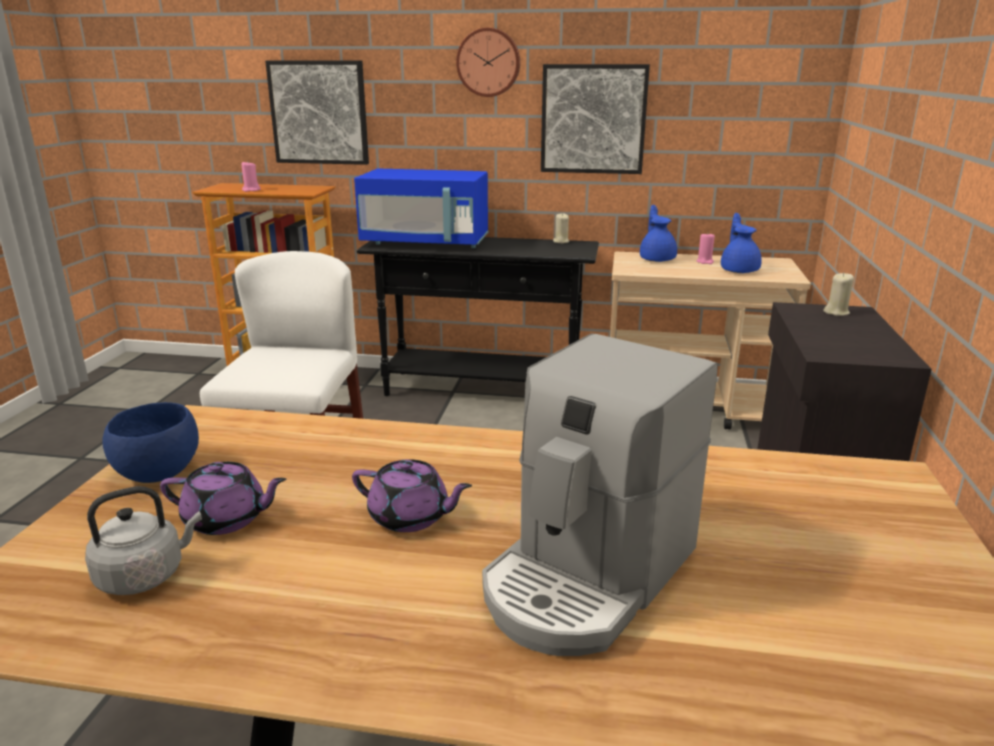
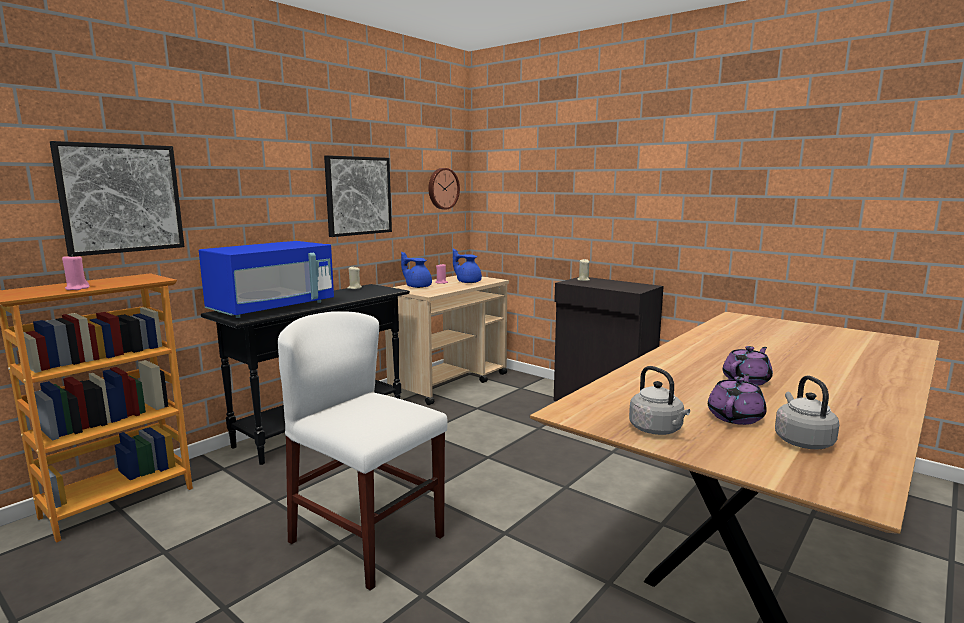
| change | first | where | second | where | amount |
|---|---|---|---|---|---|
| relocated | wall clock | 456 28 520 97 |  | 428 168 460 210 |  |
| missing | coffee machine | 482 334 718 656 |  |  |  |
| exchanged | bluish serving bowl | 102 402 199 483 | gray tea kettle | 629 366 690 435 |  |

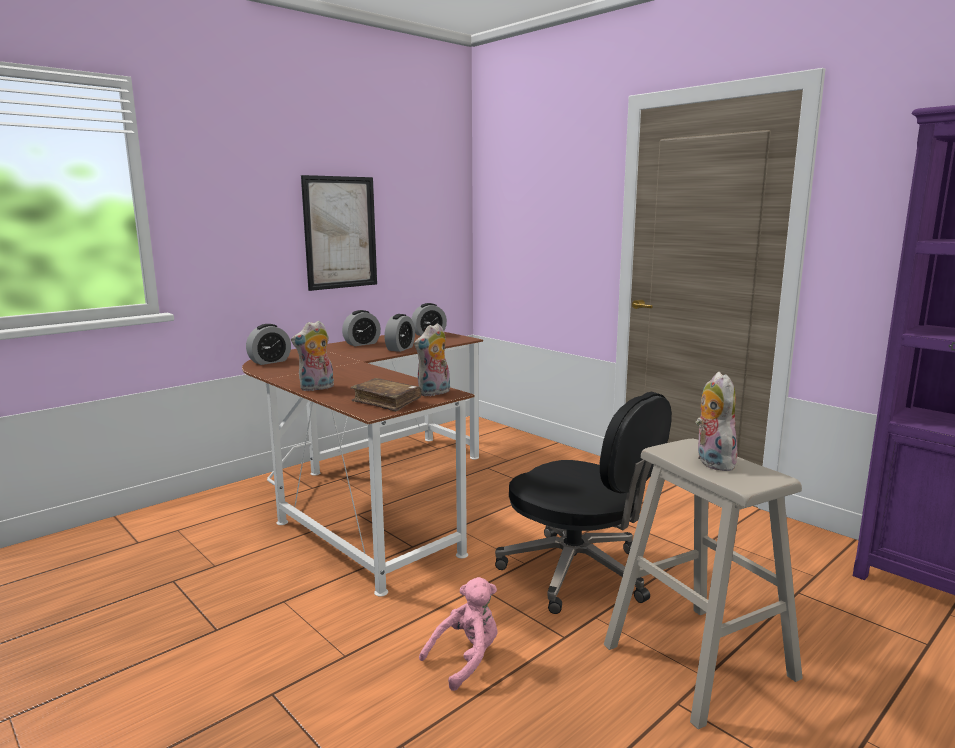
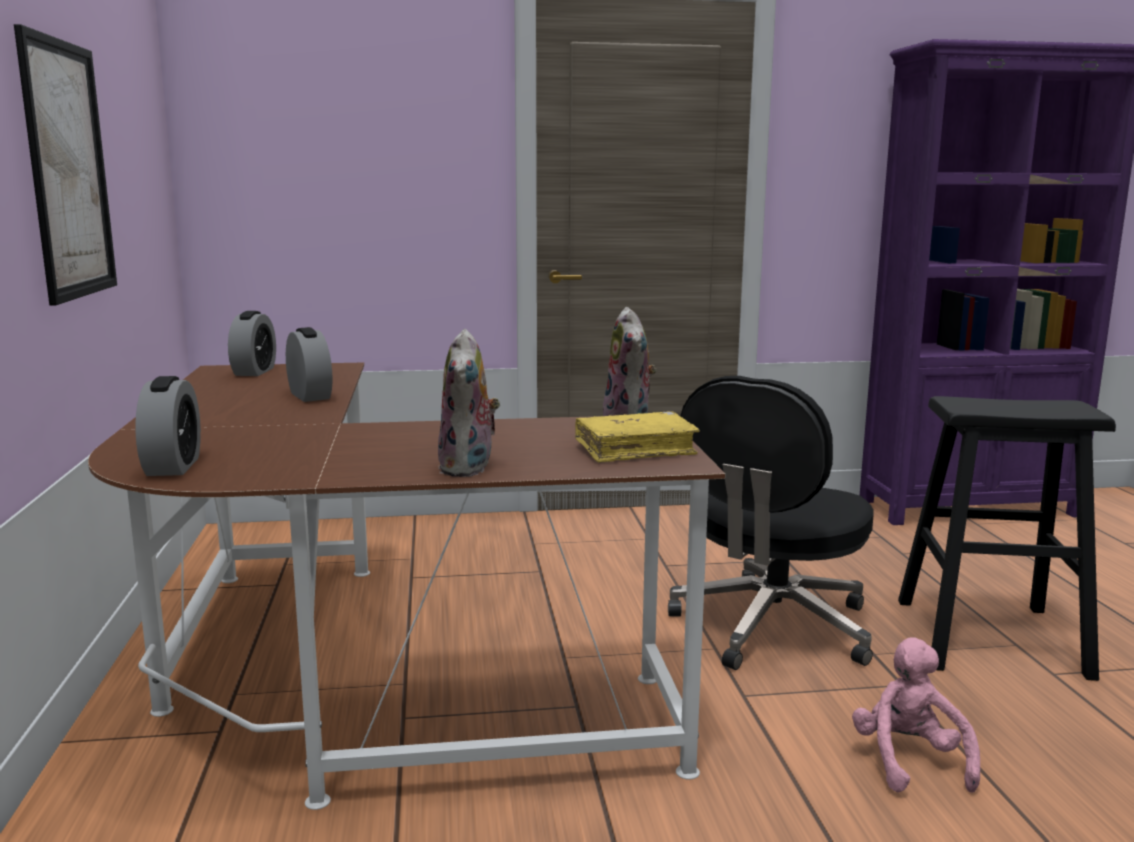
| change | first | where | second | where | amount |
|---|---|---|---|---|---|
| missing | bedside clock | 342 310 381 346 |  |  |  |
| missing | cuddly toy | 695 372 738 471 |  |  |  |
| colour | brown-coloured volume | 351 378 422 412 | yellow volume | 575 411 700 463 |  |
| spun | black computer chair | 495 392 672 614 |  | 668 376 874 670 | 135 degrees clockwise |
| colour | beige stool seat | 604 439 803 729 | black stool seat | 898 396 1116 681 |  |

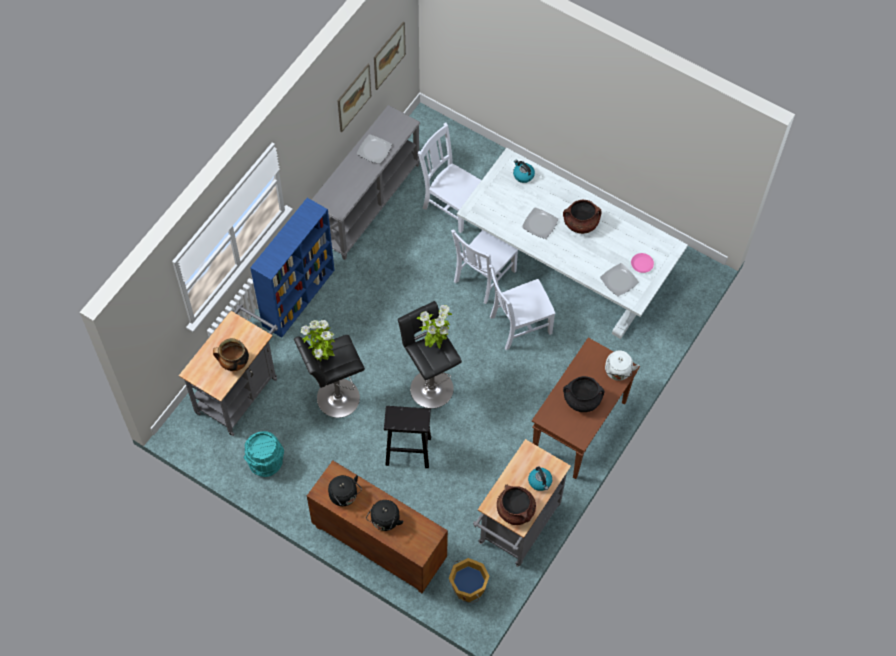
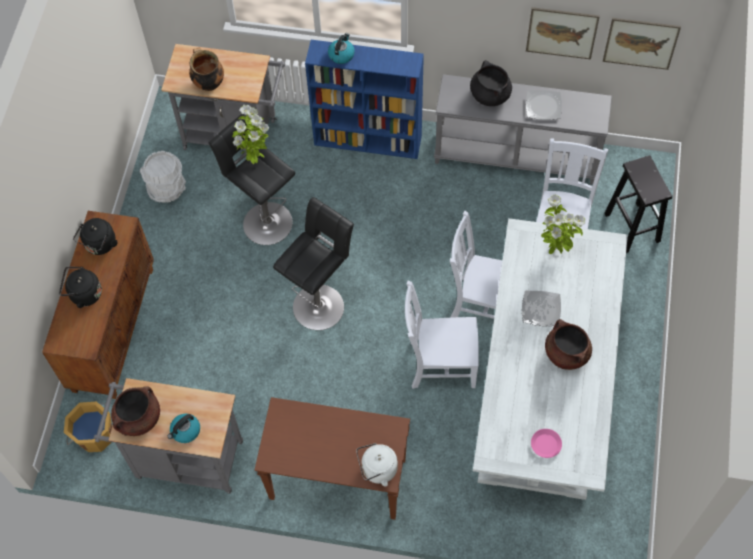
| change | first | where | second | where | amount |
|---|---|---|---|---|---|
| relocated | tea kettle | 513 160 535 183 |  | 328 33 355 64 |  |
| missing | flat dish | 600 263 639 296 |  |  |  |
| spun | whitish chair | 489 265 555 350 |  | 405 281 479 389 | 45 degrees counterclockwise |
| relocated | houseplant | 416 305 452 349 |  | 541 195 586 254 |  |
| relocated | black cooking pot | 563 376 604 412 |  | 470 60 512 106 |  |
| relocated | black stool seat | 384 406 431 468 |  | 604 155 672 253 |  |
| colour | turquoise pail | 244 431 284 477 | whitish pail | 140 151 186 203 |  |

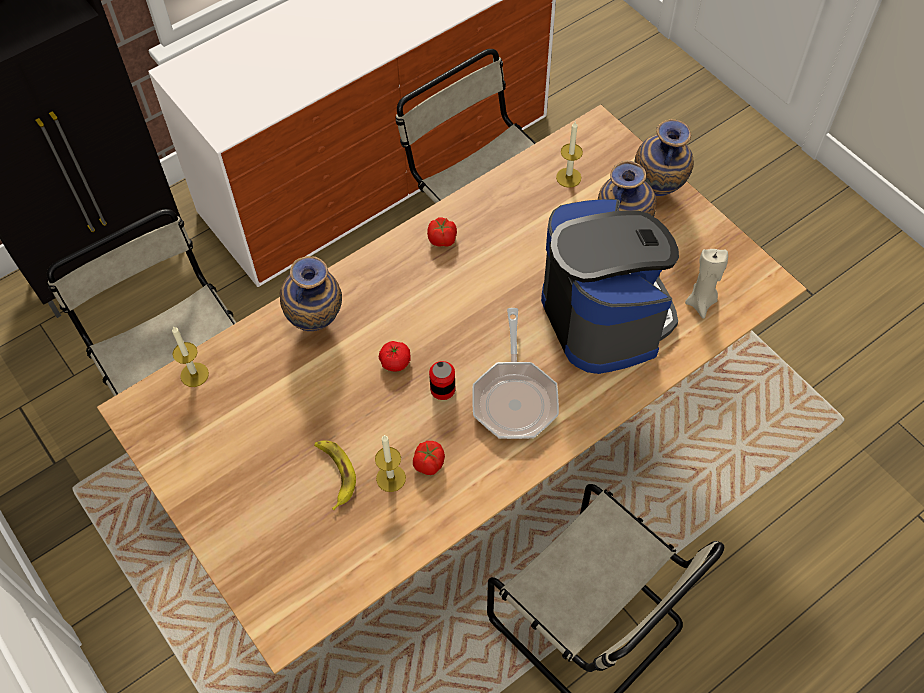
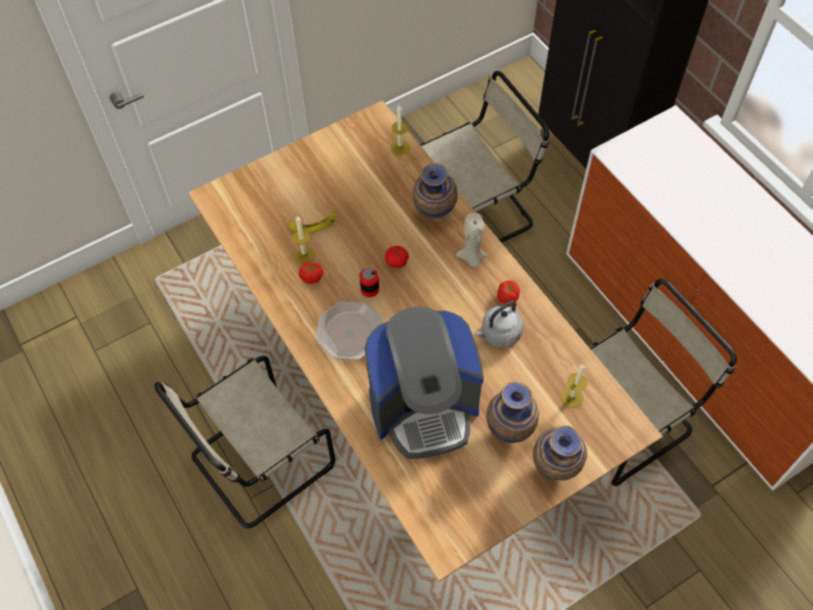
| change | first | where | second | where | amount |
|---|---|---|---|---|---|
| relocated | beige candle | 685 249 728 319 |  | 456 213 488 267 |  |
| appeared |  |  | gray tea kettle | 475 301 523 348 |  |

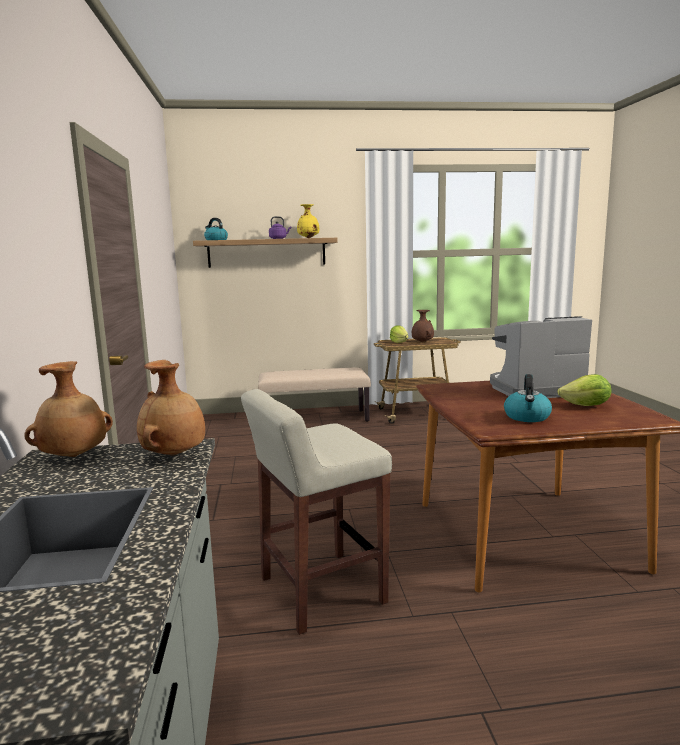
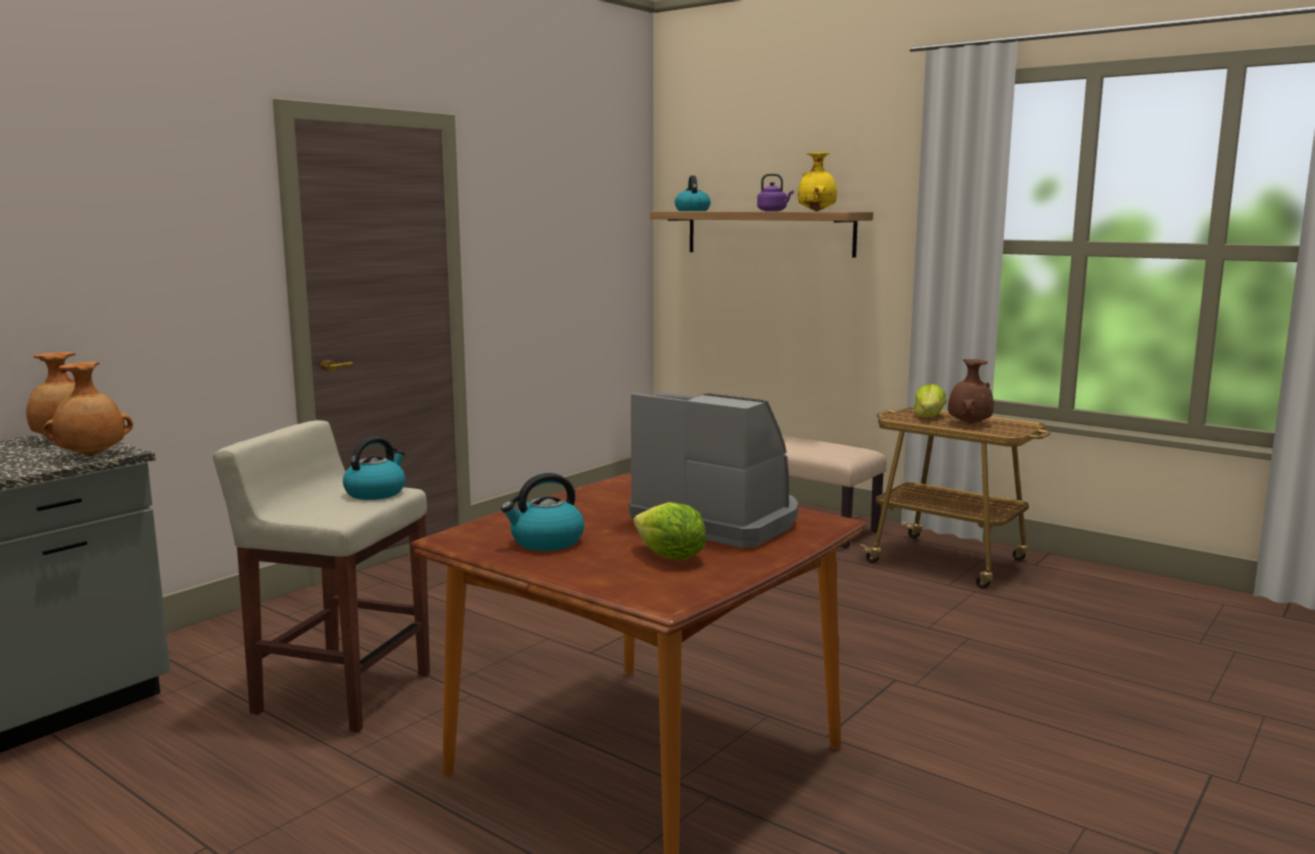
| change | first | where | second | where | amount |
|---|---|---|---|---|---|
| appeared |  |  | tea kettle | 343 437 405 500 |  |

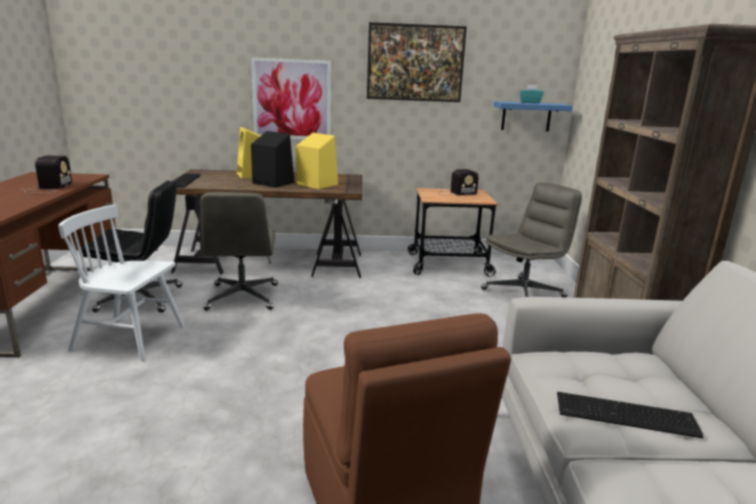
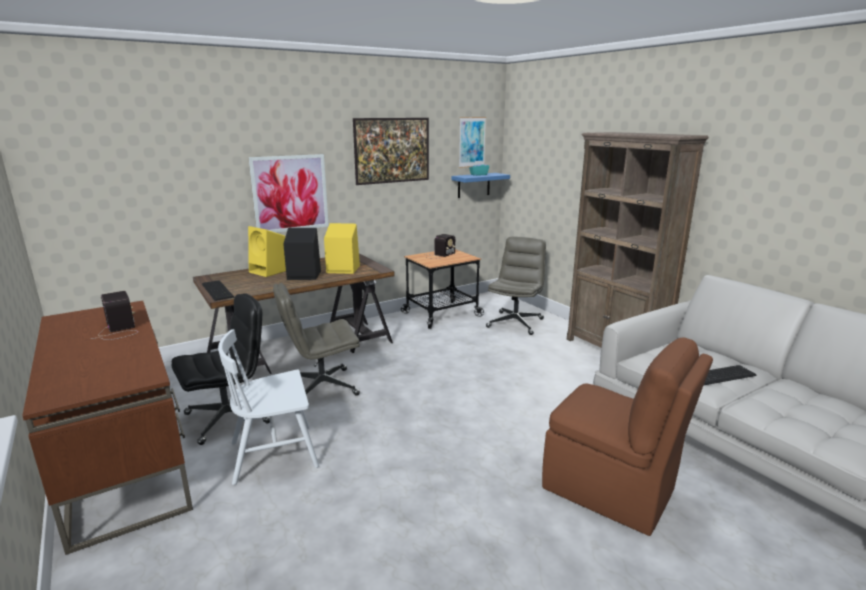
| change | first | where | second | where | amount |
|---|---|---|---|---|---|
| spun | gray computer chair | 200 192 278 311 |  | 273 283 360 396 | 105 degrees clockwise |
| appeared |  |  | picture | 459 117 486 168 |  |

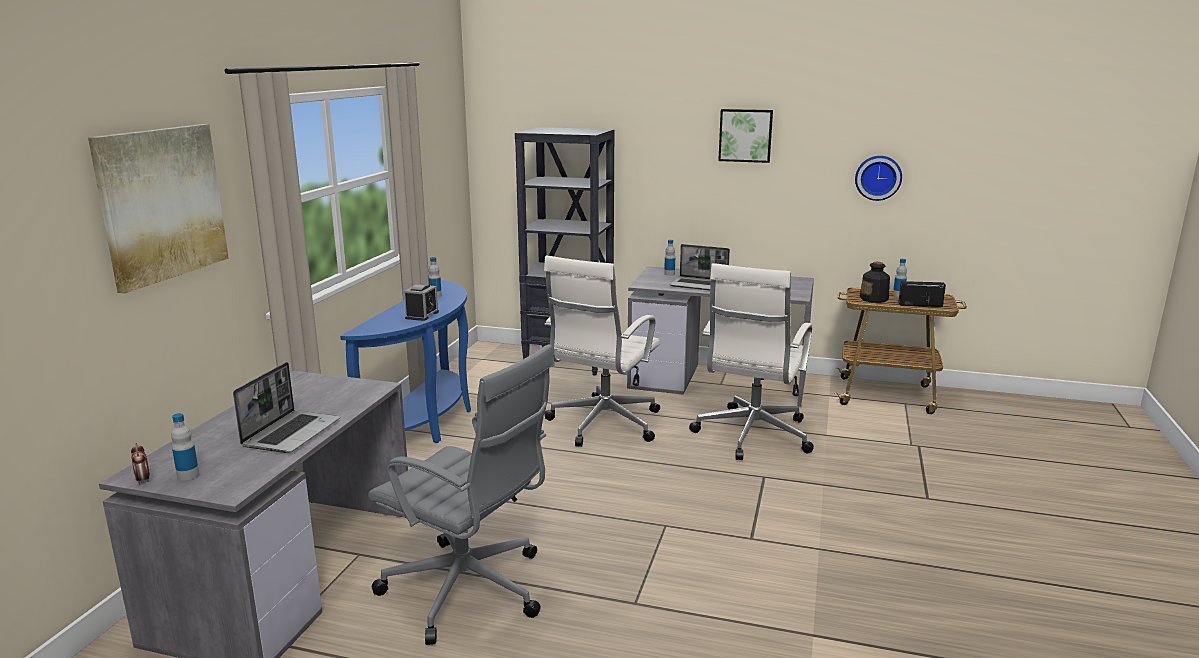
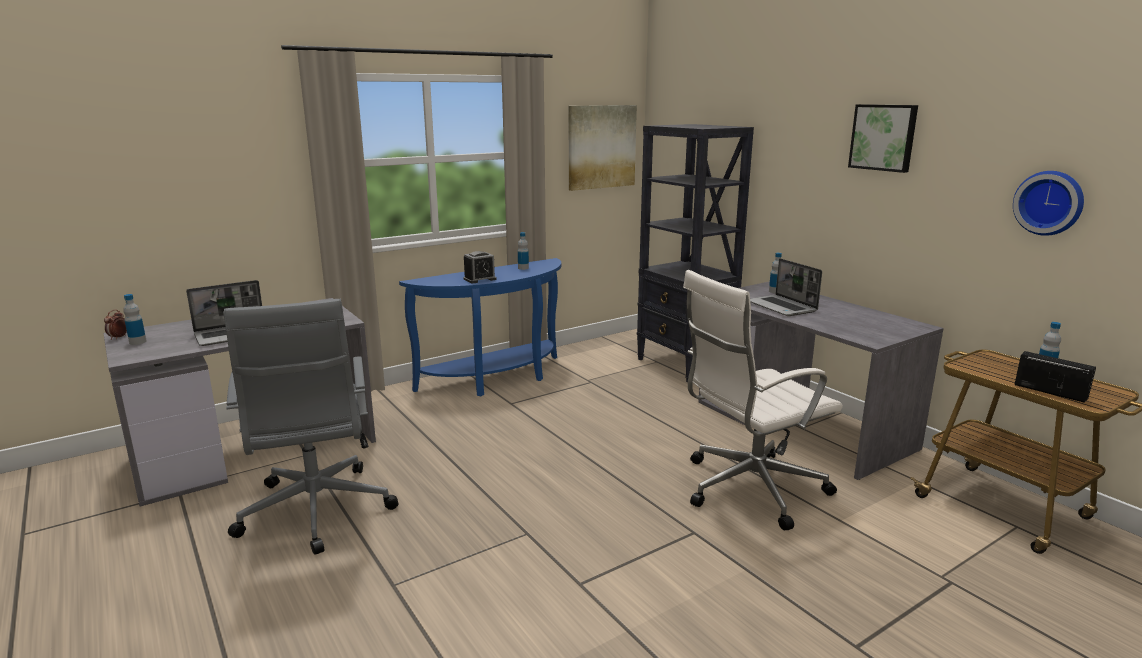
| change | first | where | second | where | amount |
|---|---|---|---|---|---|
| relocated | picture | 88 124 229 293 |  | 569 105 637 191 |  |
| missing | whitish computer chair | 544 256 660 447 |  |  |  |
| missing | beverage bottle | 860 262 890 303 |  |  |  |

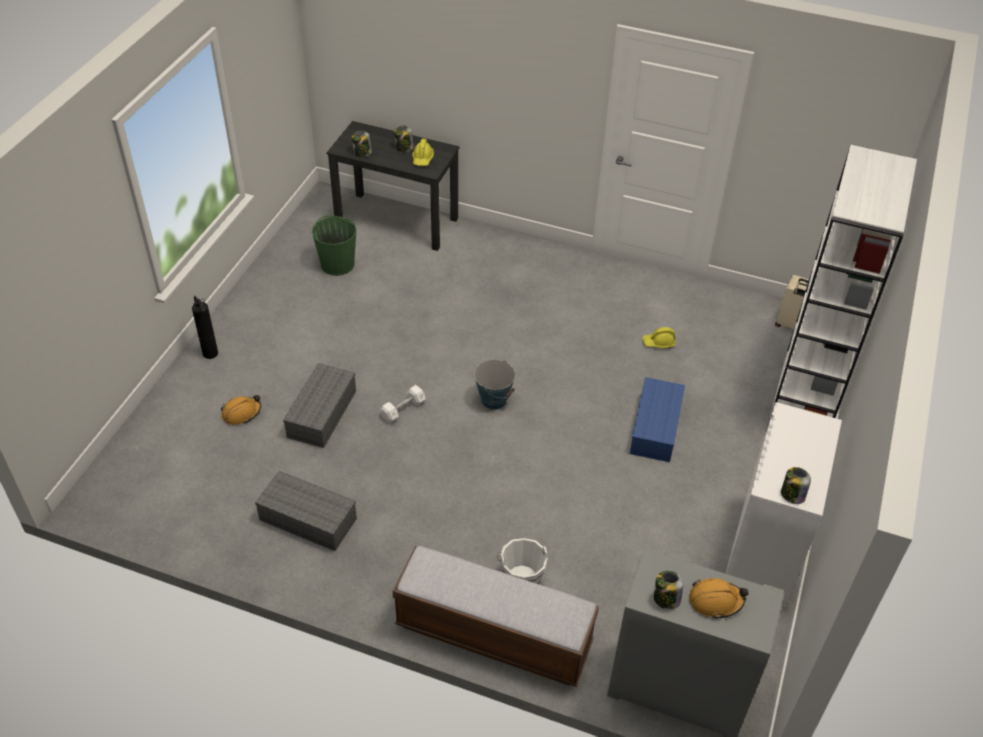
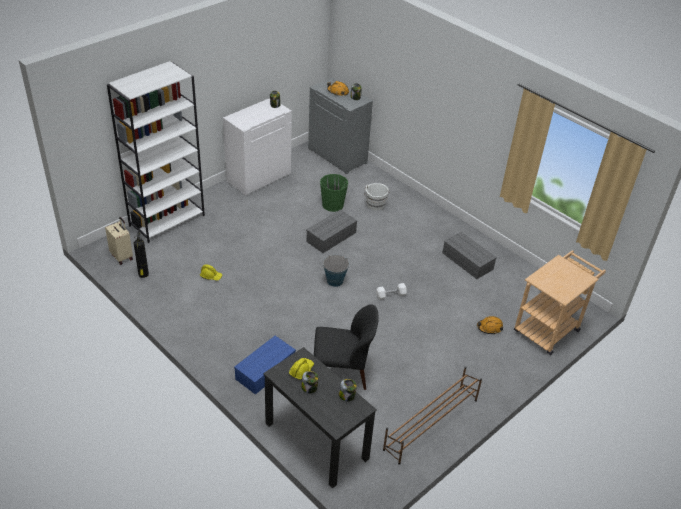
| change | first | where | second | where | amount |
|---|---|---|---|---|---|
| relocated | greenish pail | 312 215 356 276 |  | 320 174 348 212 |  |
| relocated | extinguisher | 192 296 218 359 |  | 134 230 149 278 |  |
| relocated | gray storage box | 283 363 356 448 |  | 306 209 358 253 |  |
| relocated | bluish storage box | 630 377 685 462 |  | 234 336 296 395 |  |
| missing | indoor bench | 392 546 599 687 |  |  |  |
| appeared |  |  | beige wheeled cart | 514 250 606 355 |  |
| appeared |  |  | black chair | 314 304 379 390 |  |
| appeared |  |  | brown-coloured shoe rack | 383 366 482 465 |  |

